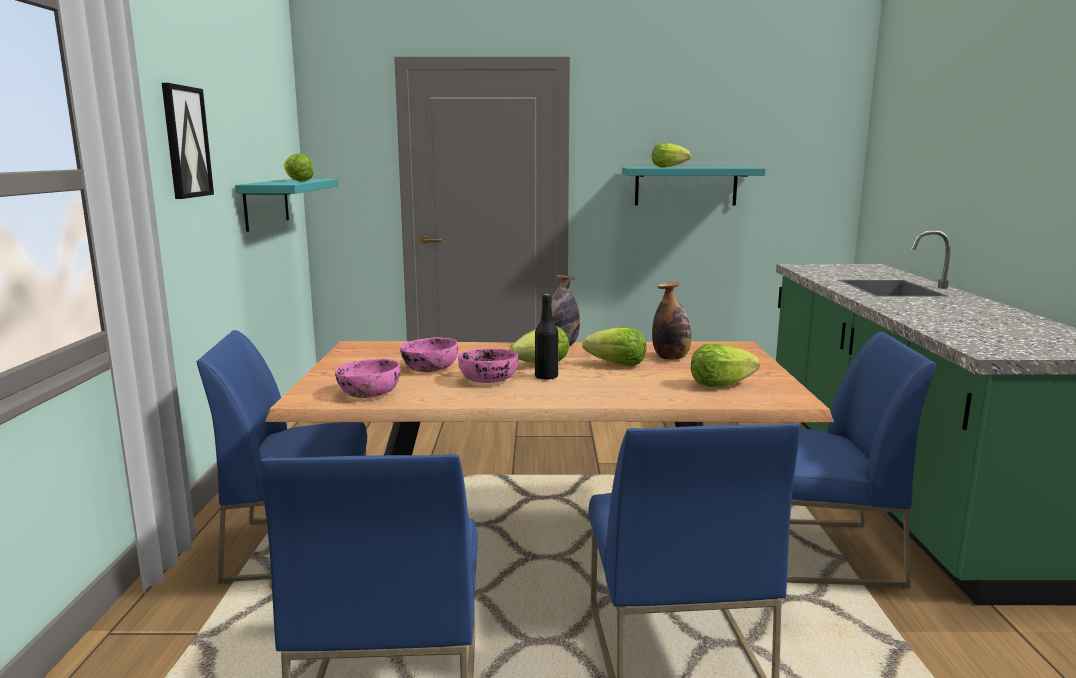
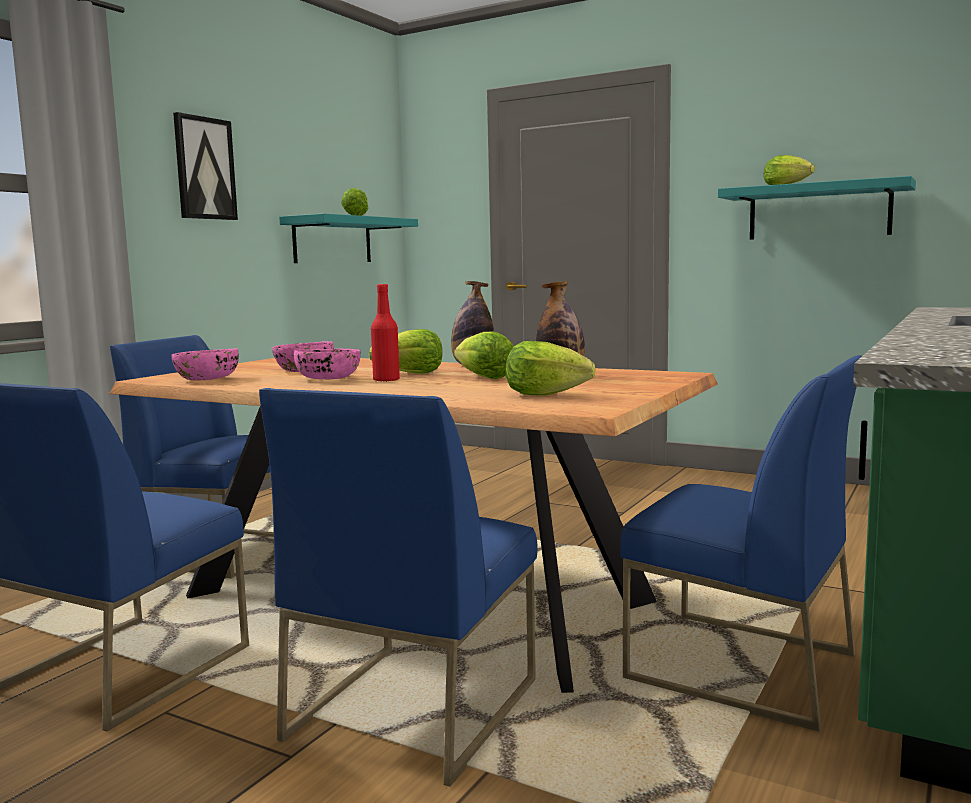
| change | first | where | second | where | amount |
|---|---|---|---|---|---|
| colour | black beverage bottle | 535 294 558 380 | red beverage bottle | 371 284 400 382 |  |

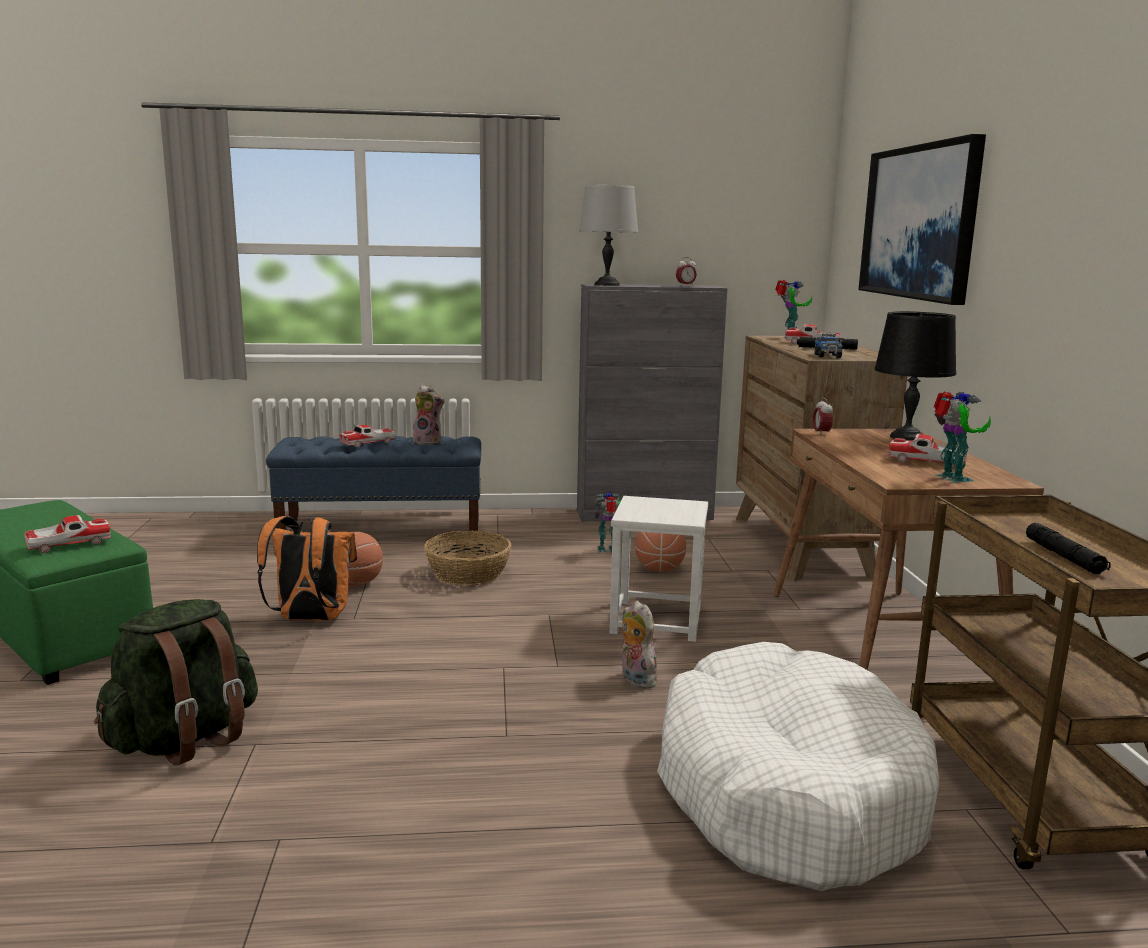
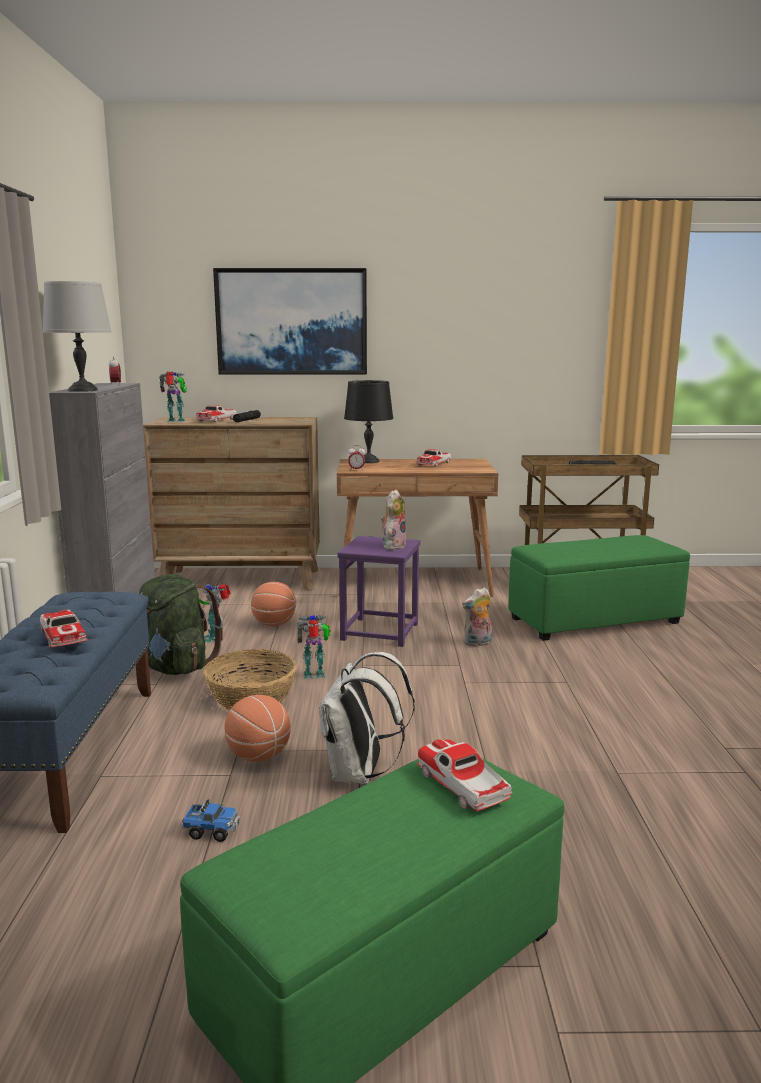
| change | first | where | second | where | amount |
|---|---|---|---|---|---|
| relocated | toy truck | 815 333 843 358 |  | 182 800 241 842 |  |
| relocated | cuddly toy | 413 385 445 445 |  | 381 490 407 550 |  |
| relocated | model robot | 934 391 991 483 |  | 297 615 331 679 |  |
| colour | whitish stool seat | 610 496 708 642 | purple stool seat | 337 536 420 647 |  |
| colour | orange backpack | 257 516 357 621 | whitish backpack | 319 652 415 784 |  |
| relocated | greenish backpack | 94 599 258 766 |  | 139 574 223 675 |  |
| exchanged | whitish dog cushion | 657 642 940 891 | greenish pouffe | 508 535 690 641 |  |

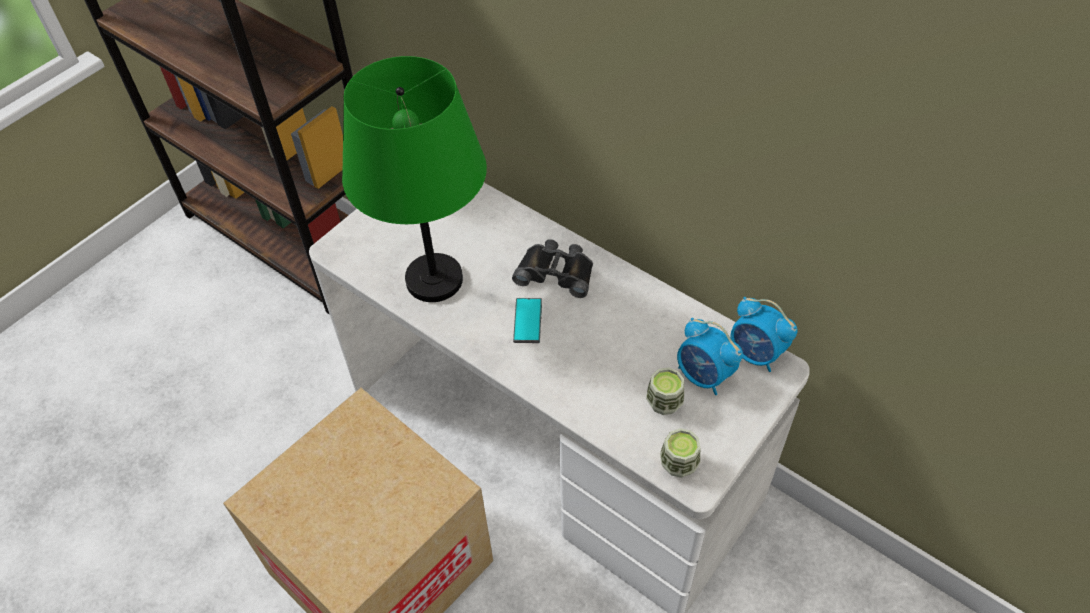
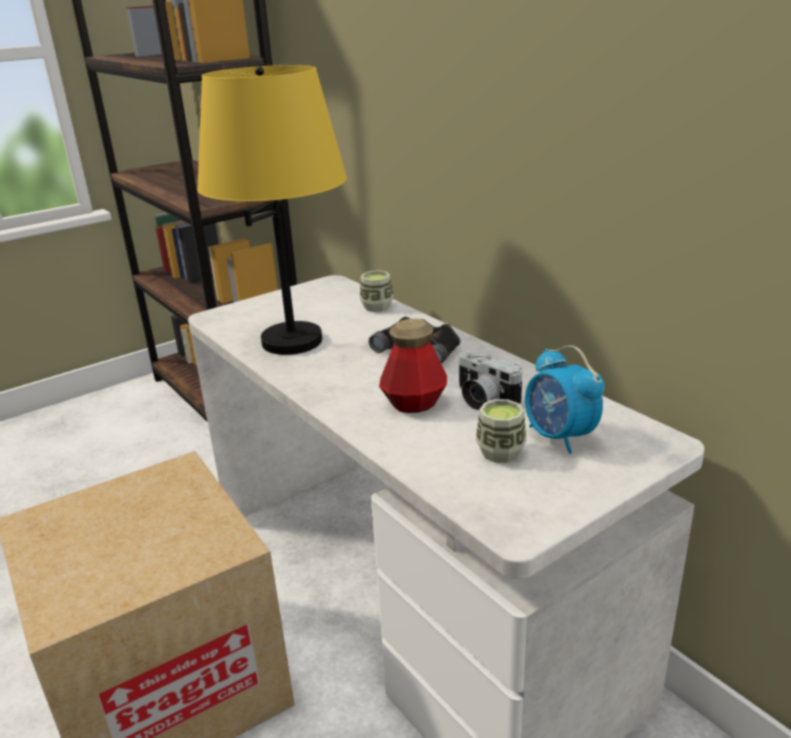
| change | first | where | second | where | amount |
|---|---|---|---|---|---|
| colour | greenish tabletop lamp | 342 56 487 302 | yellow tabletop lamp | 197 65 347 355 |  |
| missing | bedside clock | 730 297 798 372 |  |  |  |
| missing | handset | 513 298 542 343 |  |  |  |
| relocated | cup | 660 428 700 478 |  | 360 270 394 312 |  |
| appeared |  |  | beverage bottle | 379 319 447 413 |  |
| appeared |  |  | photo camera | 459 351 522 410 |  |

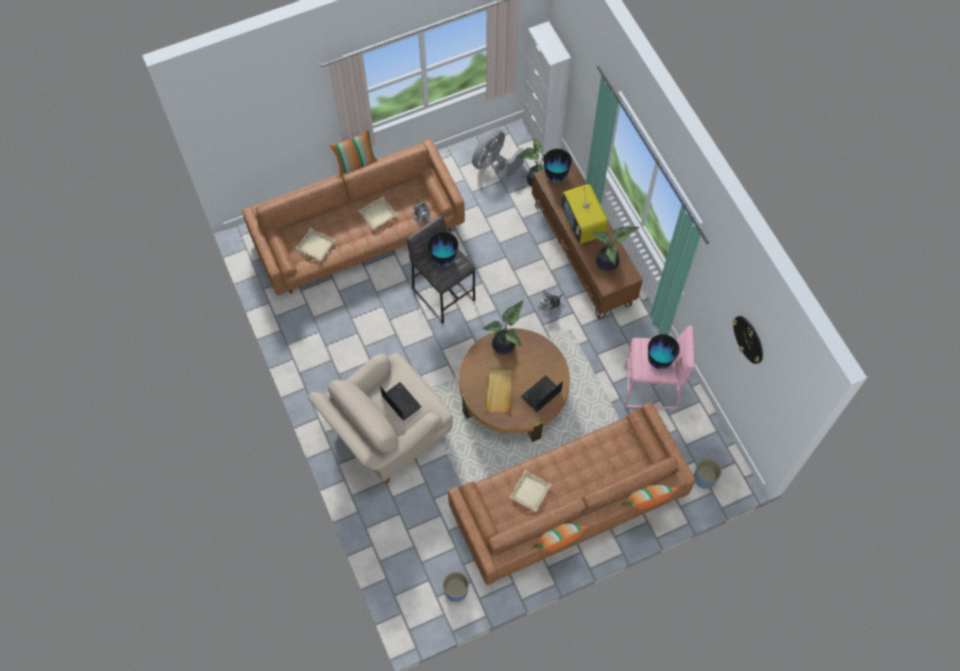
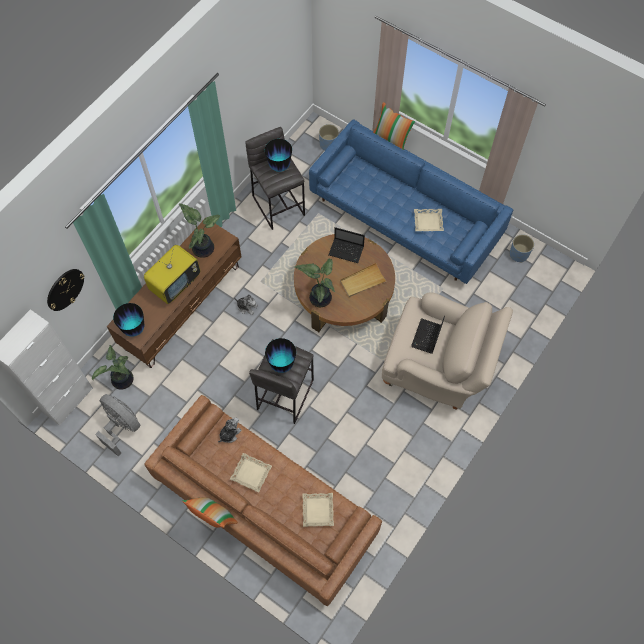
| change | first | where | second | where | amount |
|---|---|---|---|---|---|
| spun | gray electric fan | 472 128 524 177 |  | 95 394 140 456 | 150 degrees counterclockwise |
| relocated | wall clock | 732 316 763 364 |  | 47 269 85 311 |  |
| colour | pink-coloured stool seat | 624 326 695 409 | gray stool seat | 245 127 305 230 |  |
| colour | brown-coloured sofa | 448 402 696 585 | bluish sofa | 309 119 513 284 |  |
| missing | pillow | 533 524 587 552 |  |  |  |

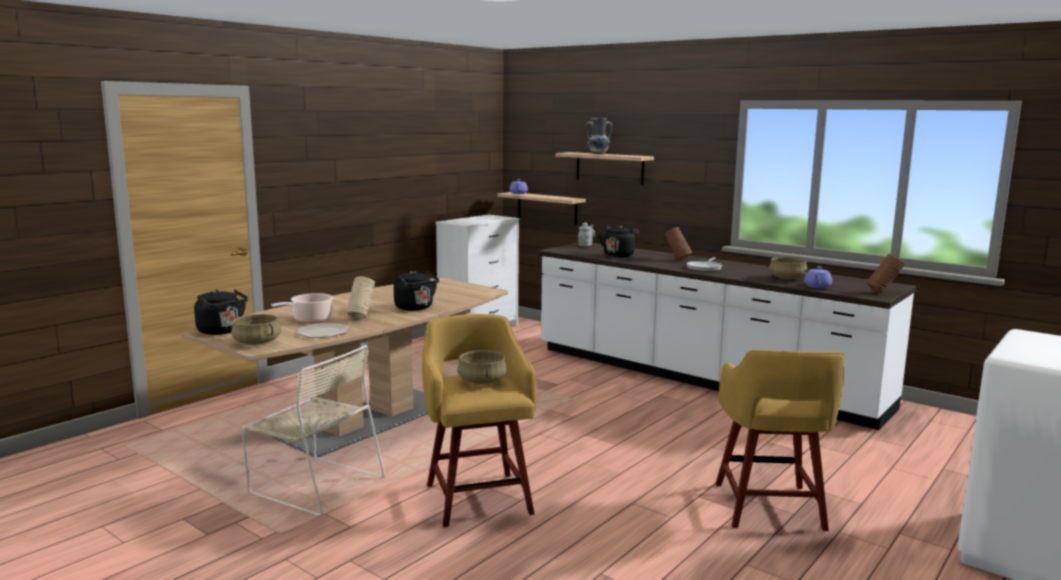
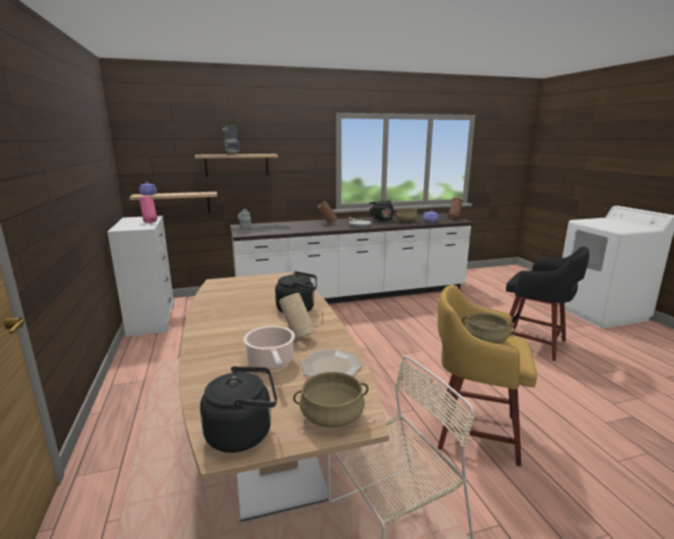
| change | first | where | second | where | amount |
|---|---|---|---|---|---|
| relocated | black tea kettle | 598 225 639 257 |  | 369 200 393 221 |  |
| colour | yellow stool seat | 715 350 844 531 | black stool seat | 506 247 589 361 |  |
| appeared |  |  | pink-coloured flower vase | 139 196 157 223 |  |

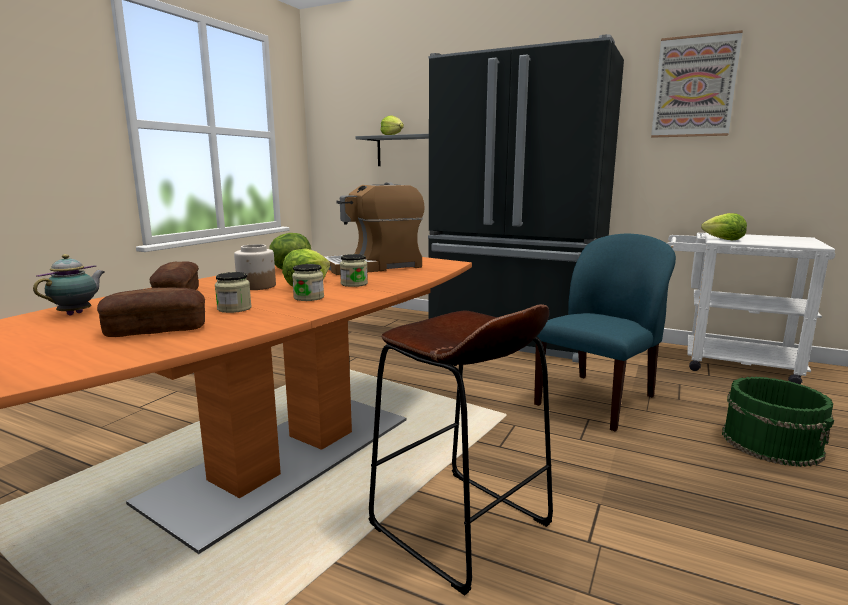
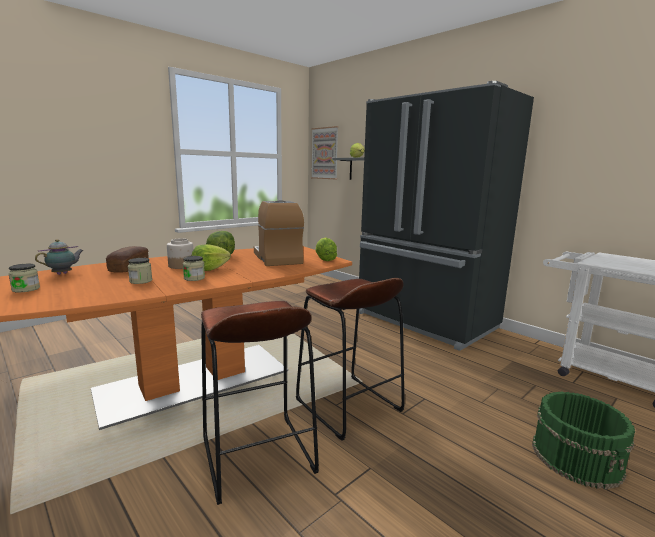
| change | first | where | second | where | amount |
|---|---|---|---|---|---|
| relocated | picture | 651 30 743 138 |  | 311 126 339 179 |  |
| spun | coffee machine | 324 182 425 275 |  | 254 200 304 266 | 75 degrees clockwise |
| relocated | lettuce head | 701 213 747 240 |  | 315 237 337 261 |  |
| missing | bluish chair | 534 234 676 432 |  |  |  |
| relocated | preserve jar | 340 254 368 287 |  | 8 264 40 293 |  |
| missing | bread | 97 288 205 337 |  |  |  |
| appeared |  |  | brown-coloured stool seat | 296 278 405 441 |  |

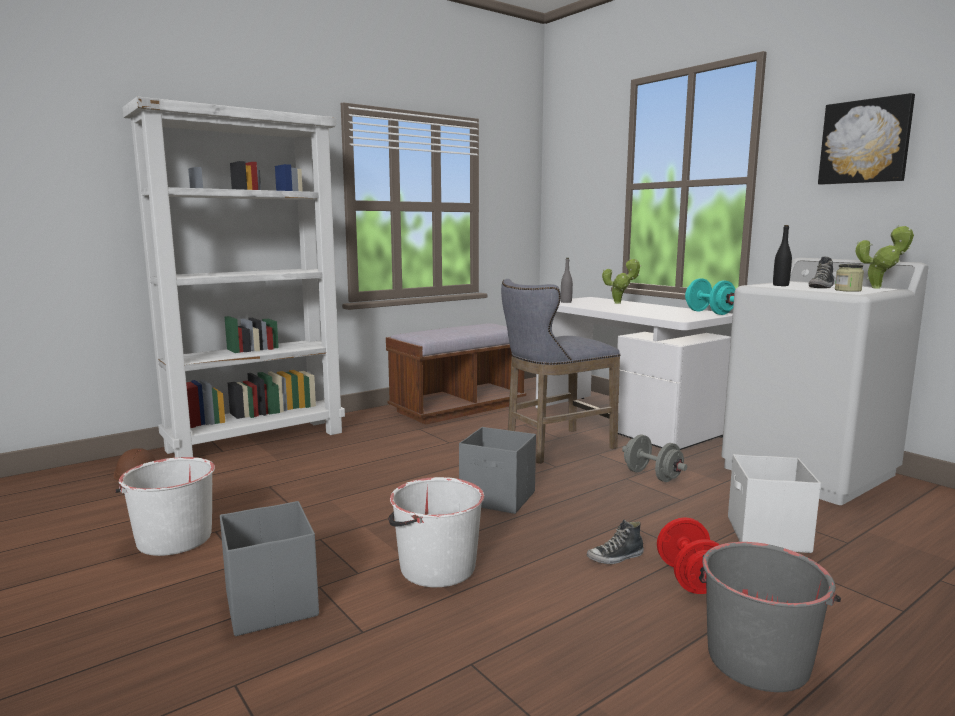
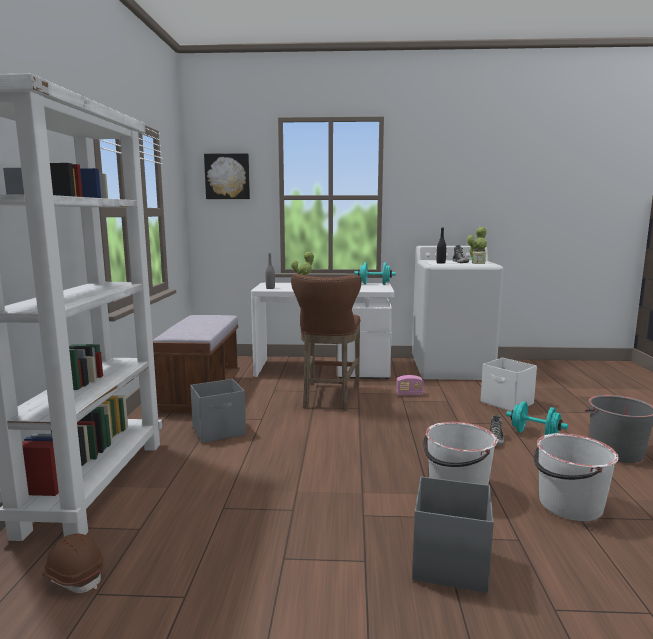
| change | first | where | second | where | amount |
|---|---|---|---|---|---|
| relocated | picture | 818 93 915 185 |  | 204 153 250 199 |  |
| colour | gray stool seat | 501 279 620 464 | brown-coloured stool seat | 291 274 362 410 |  |
| relocated | gray storage box | 459 427 536 514 |  | 190 379 246 443 |  |
| exchanged | gray hand weight | 622 434 687 482 | radio receiver | 396 375 423 396 |  |
| relocated | whitish pail | 115 457 215 556 |  | 534 433 619 521 |  |
| colour | red hand weight | 657 518 720 594 | turquoise hand weight | 506 401 568 435 |  |

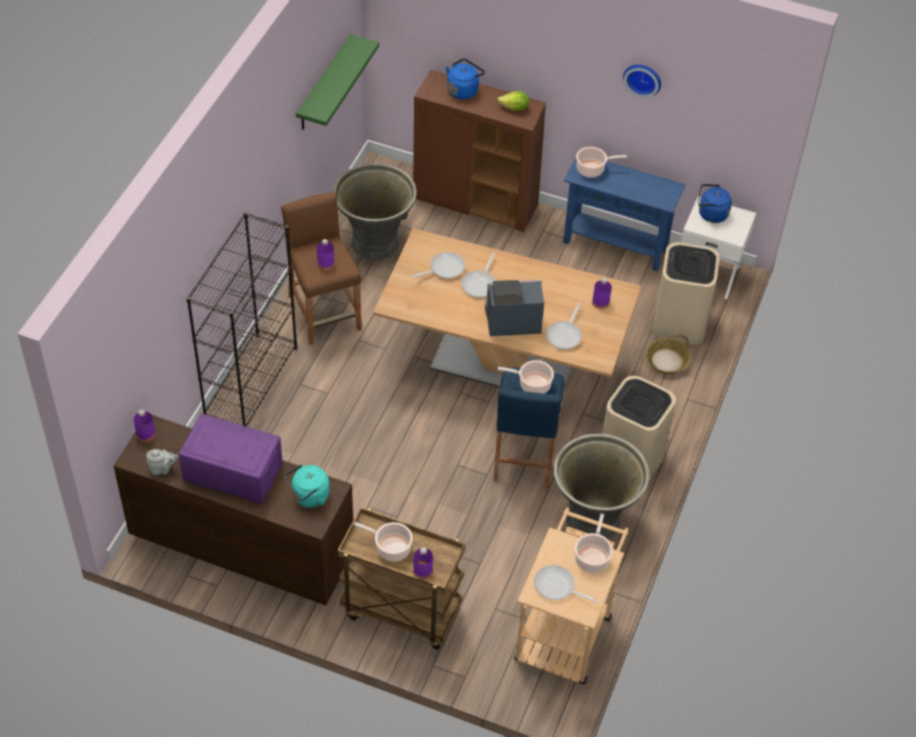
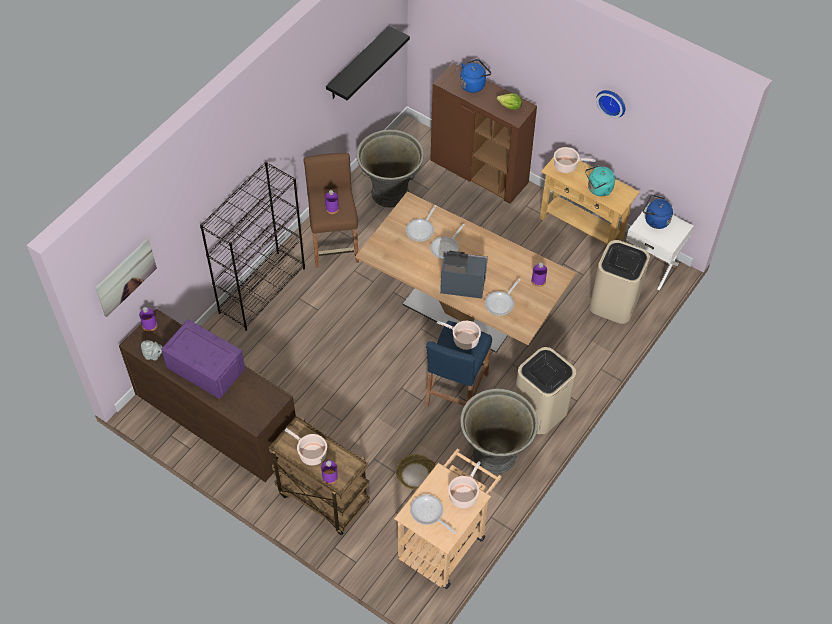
| change | first | where | second | where | amount |
|---|---|---|---|---|---|
| colour | greenish shelf | 296 34 379 130 | black shelf | 326 26 410 100 |  |
| colour | bluish hall table | 563 157 686 271 | beige hall table | 540 157 640 244 |  |
| spun | skillet | 411 252 465 279 |  | 406 205 437 242 | 135 degrees clockwise |
| relocated | basket | 646 335 691 374 |  | 396 454 435 490 |  |
| relocated | turquoise tea kettle | 284 464 330 508 |  | 585 165 615 196 |  |
| appeared |  |  | picture | 95 238 157 317 |  |

